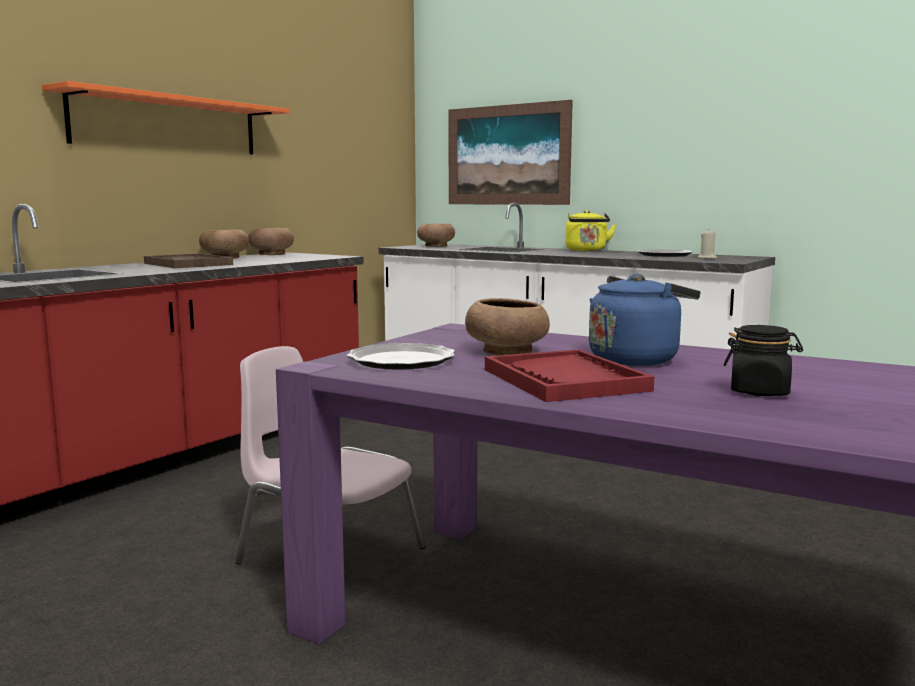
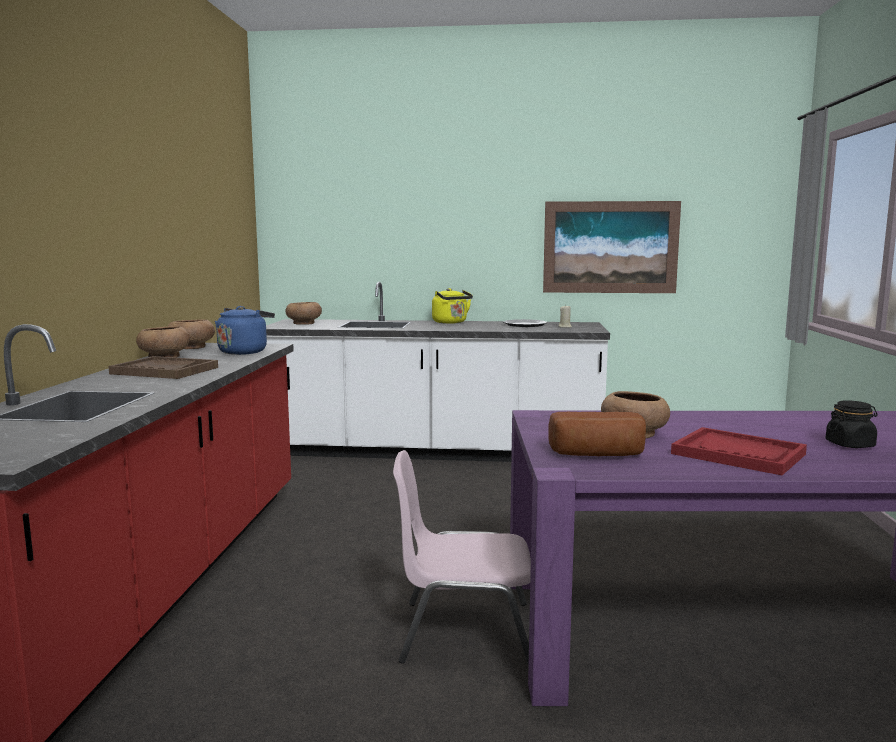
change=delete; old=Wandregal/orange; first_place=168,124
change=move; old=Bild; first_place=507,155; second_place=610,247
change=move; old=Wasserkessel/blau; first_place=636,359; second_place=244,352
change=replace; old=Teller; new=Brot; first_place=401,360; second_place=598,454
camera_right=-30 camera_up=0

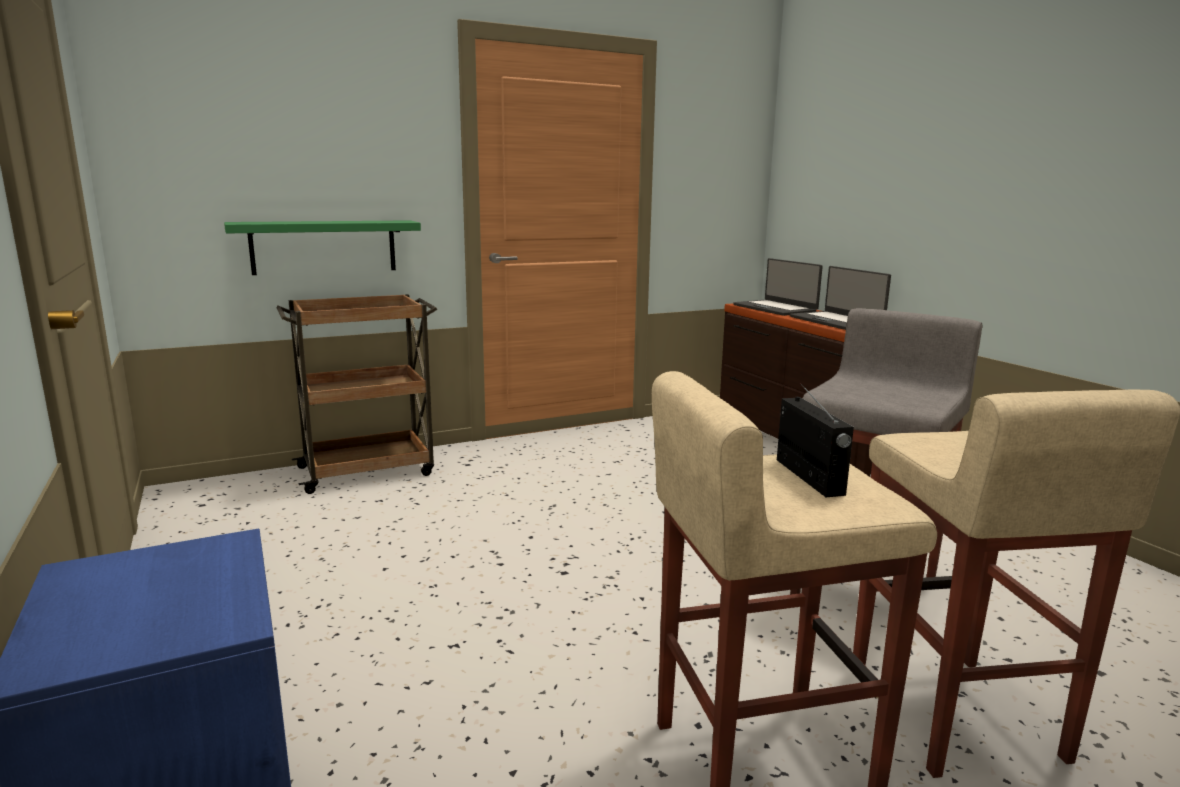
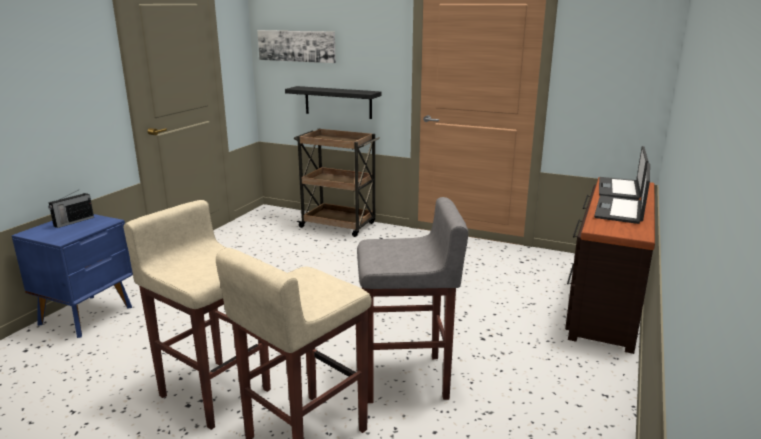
change=insert; new=Bild; second_place=296,46
change=move; old=Radio; first_place=809,477; second_place=73,222
change=recolor; old=Wandregal/grün; new=Wandregal/schwarz; first_place=324,247; second_place=338,102
camera_right=50 camera_up=5

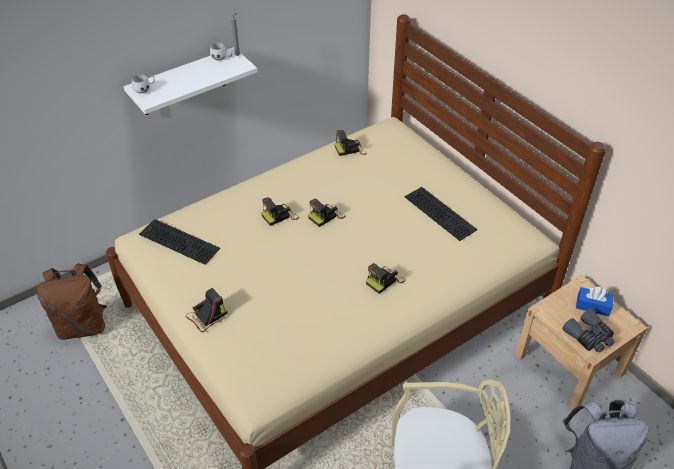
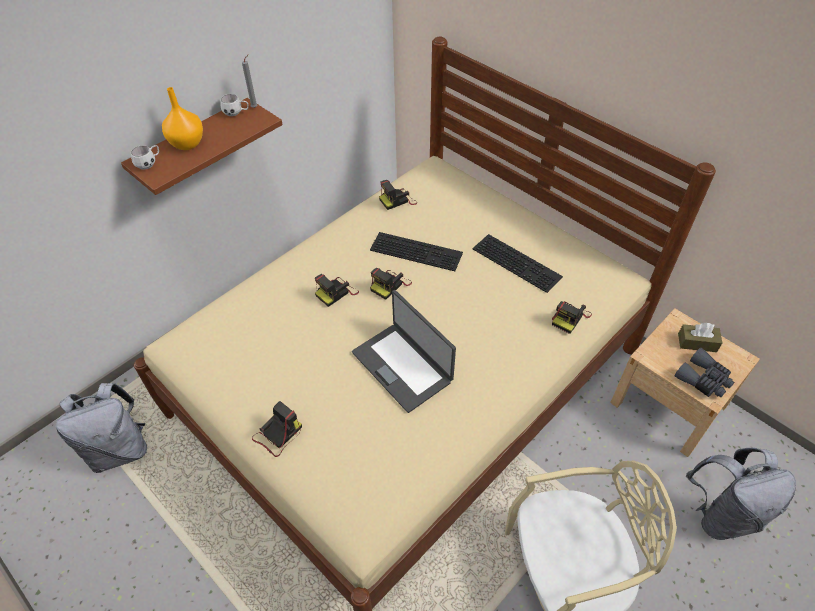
change=insert; new=Vase/orange; second_place=187,144
change=insert; new=Laptop; second_place=403,366
change=move; old=Tastatur; first_place=181,240; second_place=417,250
change=move; old=Kamera; first_place=384,280; second_place=570,317
change=recolor; old=Rucksack/braun; new=Rucksack/grau; first_place=82,325; second_place=120,449
change=recolor; old=Wandregal/weiß; new=Wandregal/braun; first_place=183,82; second_place=193,148
change=recolor; old=Taschentuchbox/blau; new=Taschentuchbox/braun; first_place=593,306; second_place=697,343
camera_right=-10 camera_up=5

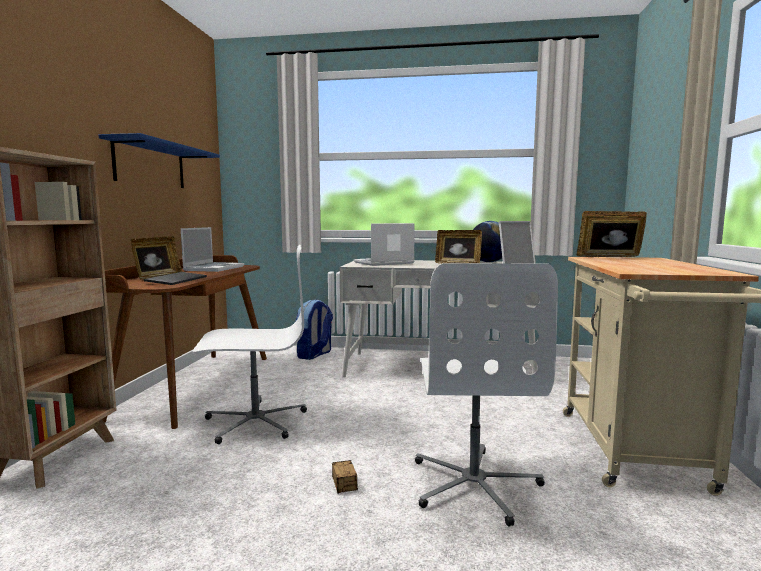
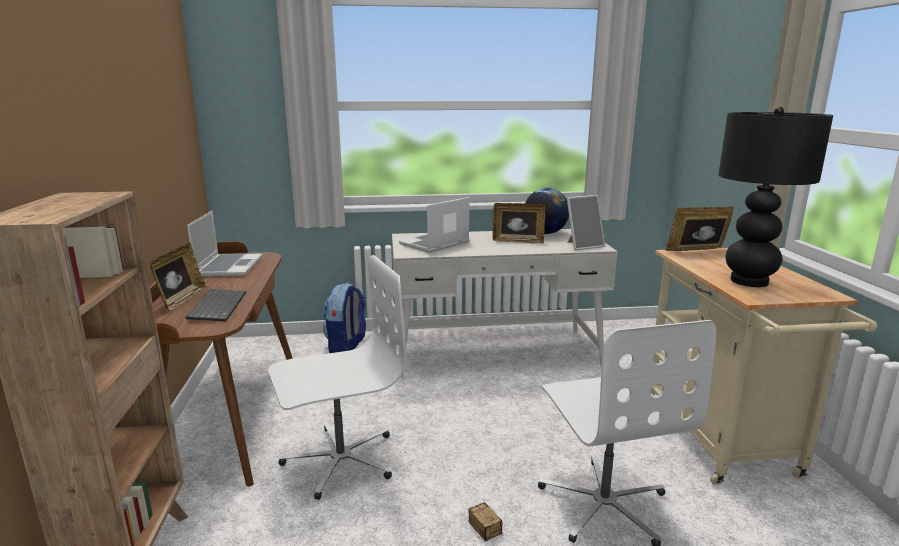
change=delete; old=Wandregal/blau; first_place=150,165
change=insert; new=Tischlampe/schwarz; second_place=748,281
camera_right=-15 camera_up=10

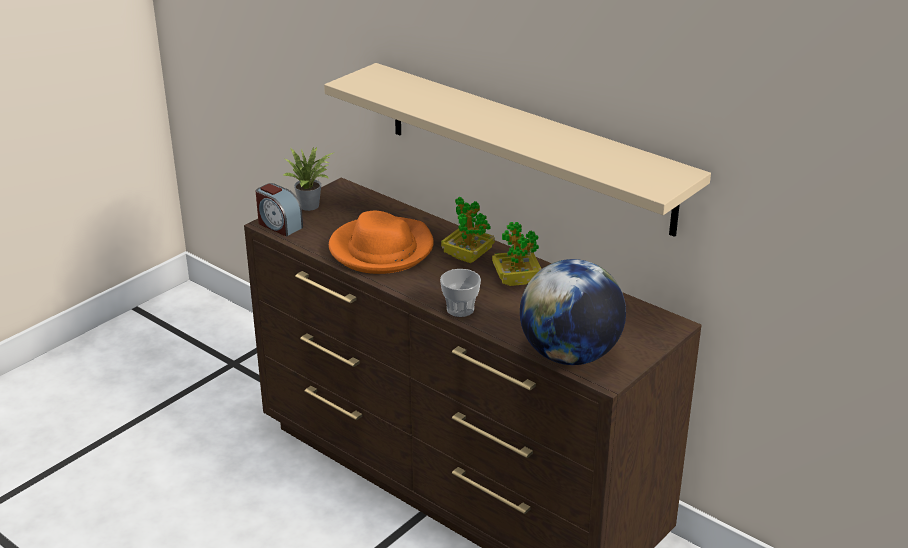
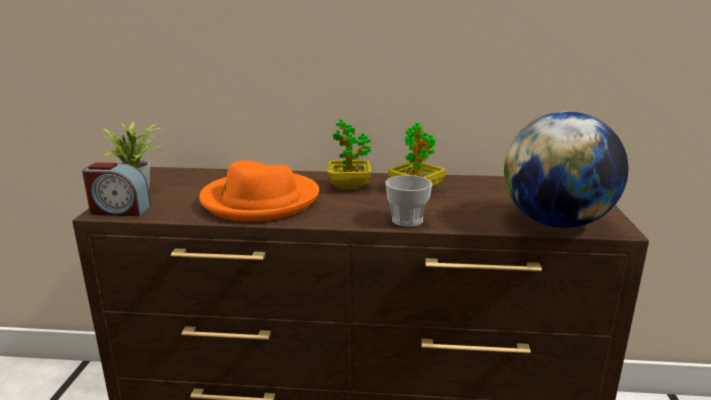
change=delete; old=Wandregal/beige; first_place=526,146
camera_right=-35 camera_up=-10

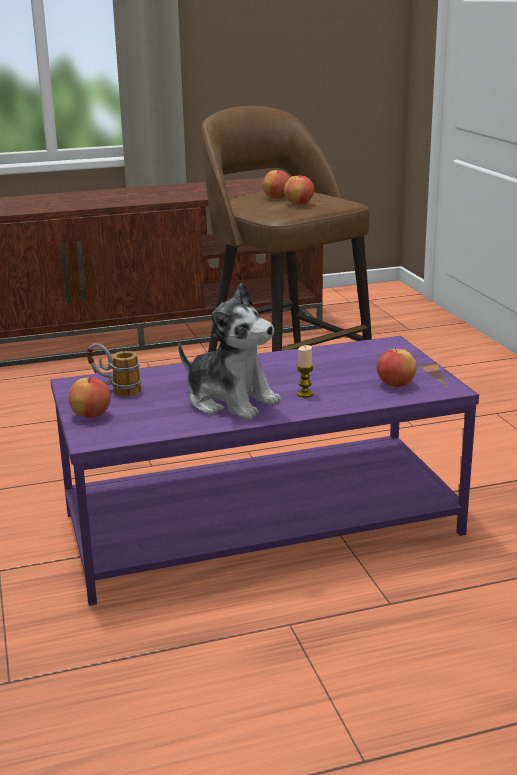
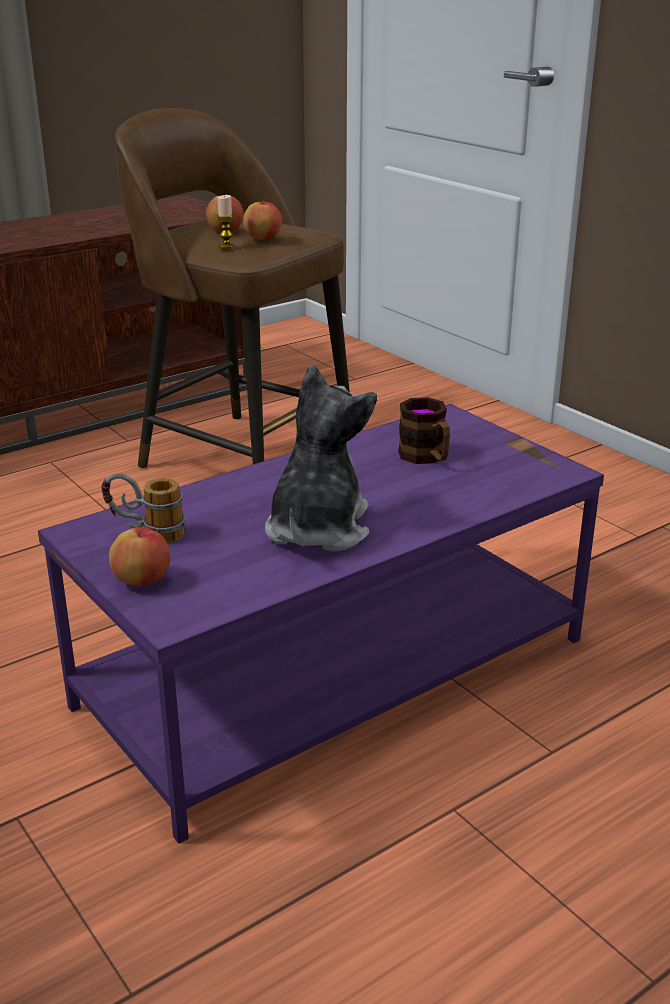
change=delete; old=Apfel; first_place=395,384
change=insert; new=Henkelbecher; second_place=426,458
change=move; old=Kerze; first_place=305,394; second_place=226,246
change=rotate; old=Plüschtier; first_place=230,401; second_place=317,529; degrees=-90
camera_right=-20 camera_up=5

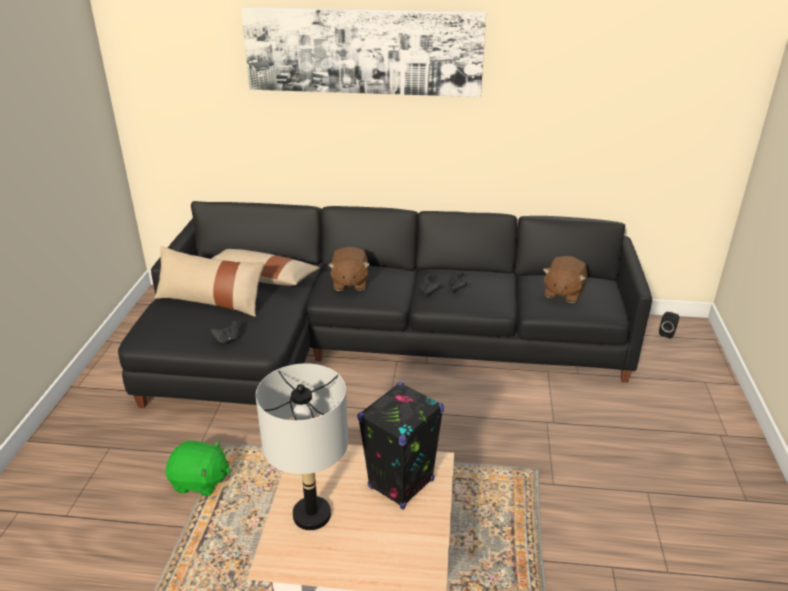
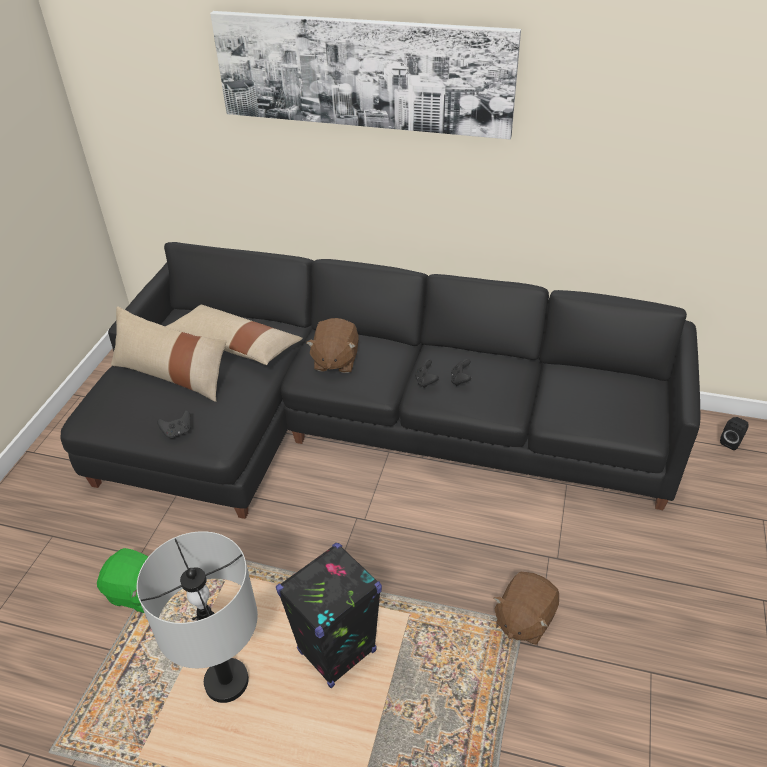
change=move; old=Plüschtier/braun; first_place=562,293; second_place=524,619
camera_right=10 camera_up=10

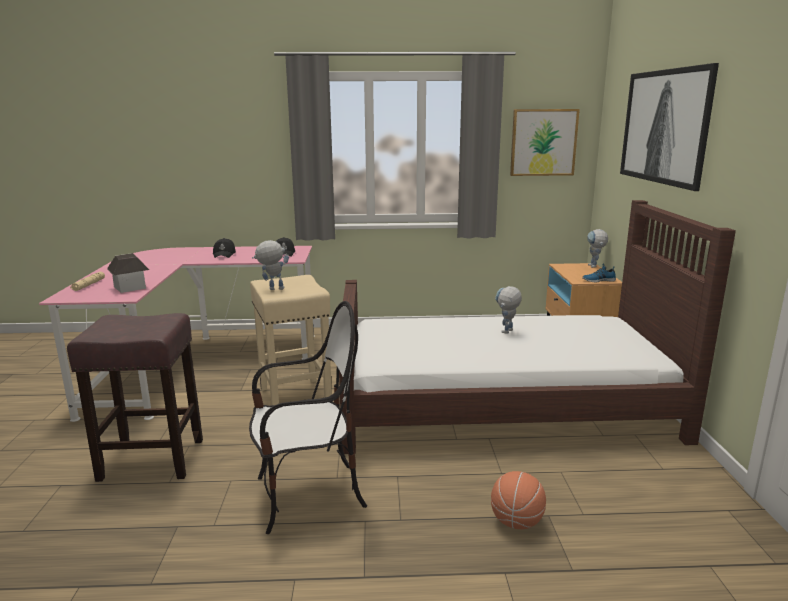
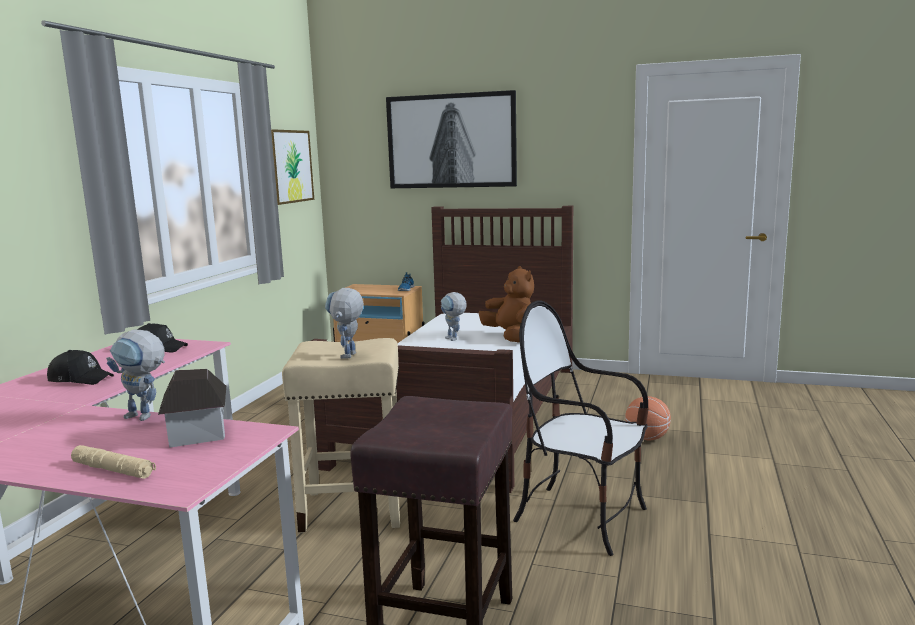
change=insert; new=Plüschtier/braun; second_place=511,337
change=move; old=Spielzeugroboter; first_place=594,267; second_place=146,417
change=rotate; old=Stuhl; first_place=308,495; second_place=581,517; degrees=-60
camera_right=-70 camera_up=-5

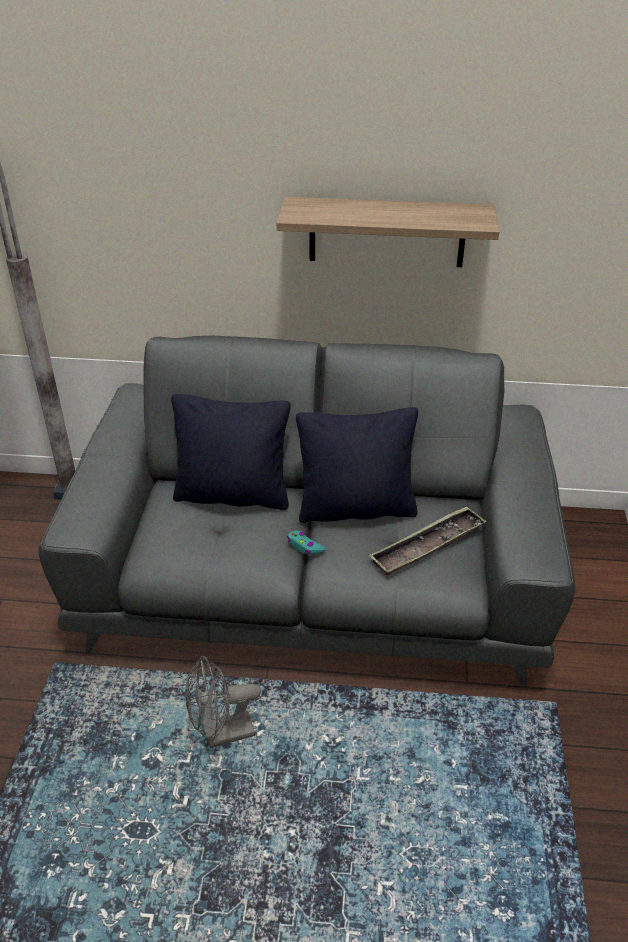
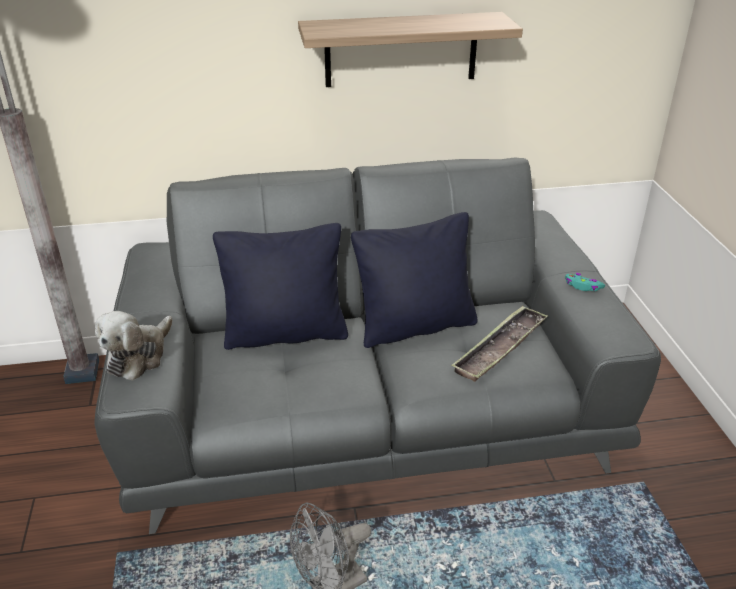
change=insert; new=Plüschtier; second_place=139,356
change=move; old=Gamepad/türkis; first_place=305,547; second_place=583,286
camera_right=-15 camera_up=-5

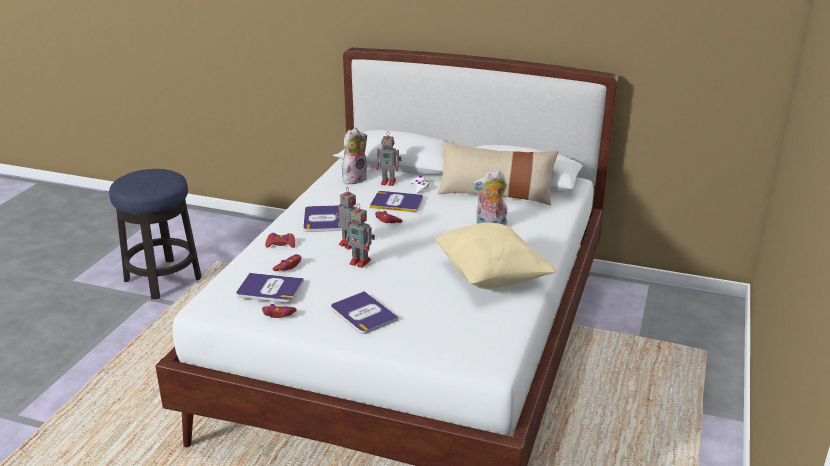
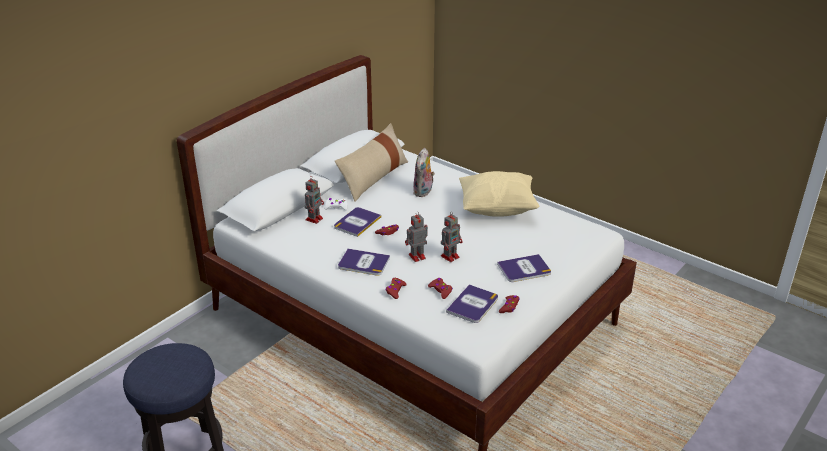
change=delete; old=Plüschtier; first_place=354,178
camera_right=-70 camera_up=5

